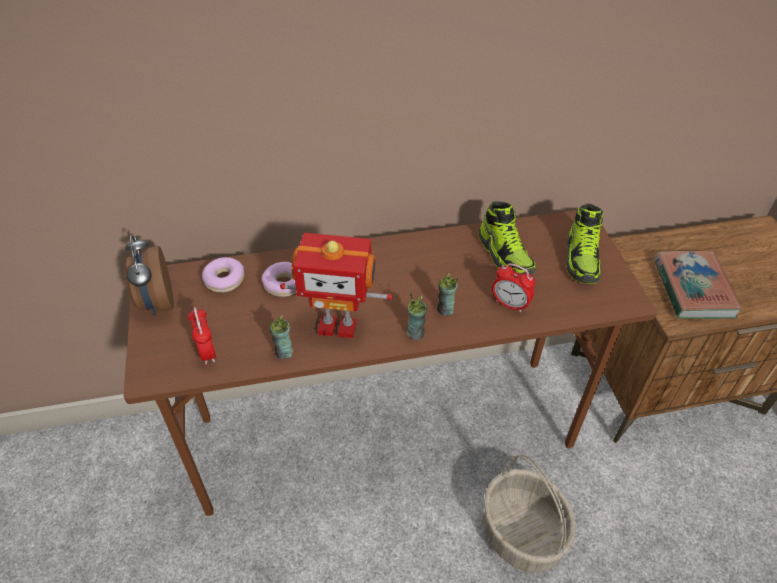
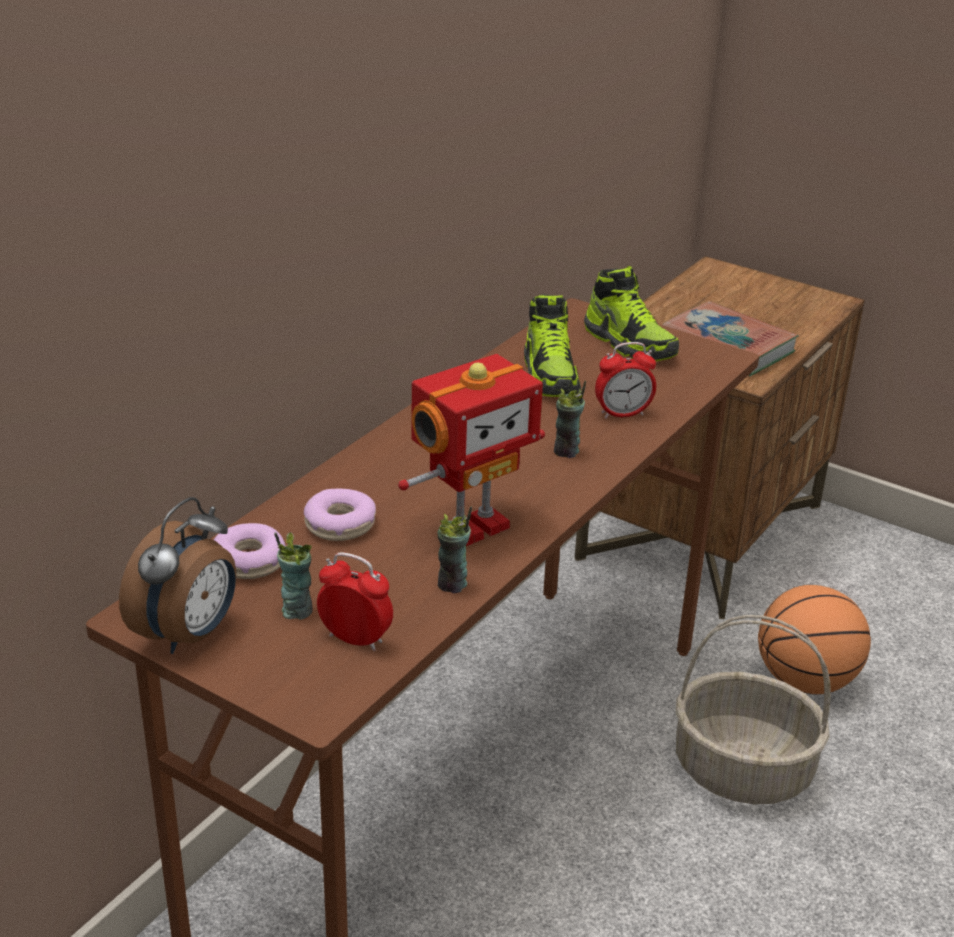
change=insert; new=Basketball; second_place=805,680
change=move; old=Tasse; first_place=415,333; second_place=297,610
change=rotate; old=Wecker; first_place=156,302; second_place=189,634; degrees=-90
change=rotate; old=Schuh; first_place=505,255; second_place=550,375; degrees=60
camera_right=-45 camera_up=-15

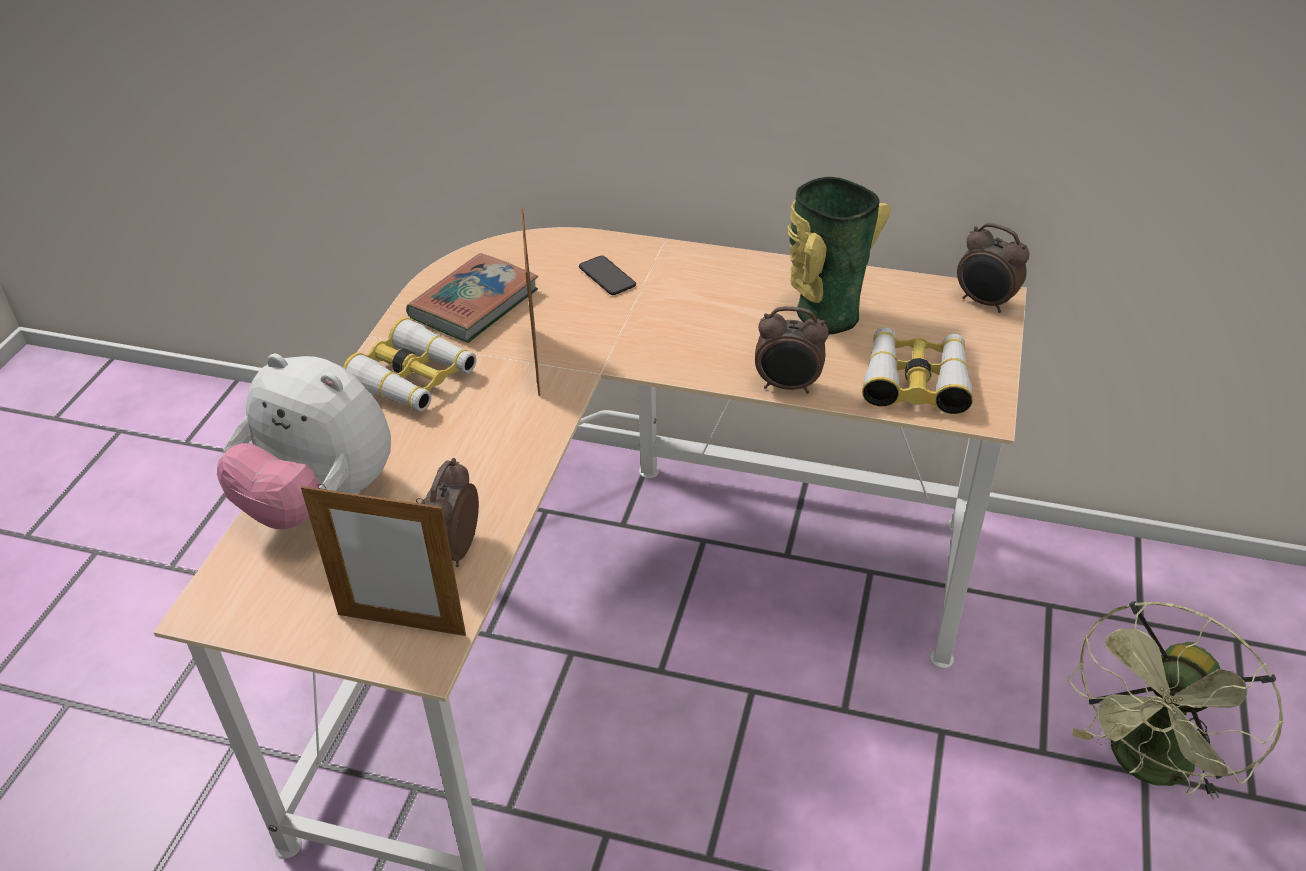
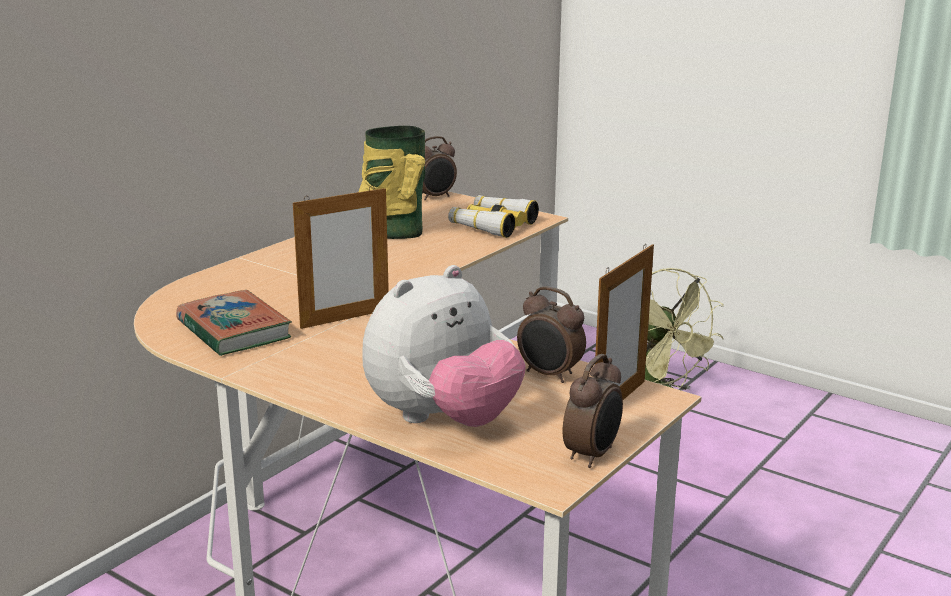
change=delete; old=Fernglas; first_place=414,379
change=delete; old=Handy; first_place=607,276
change=move; old=Wecker; first_place=788,386; second_place=593,455
change=rotate; old=Bilderrahmen; first_place=536,361; second_place=345,318; degrees=-45
camera_right=-70 camera_up=-20

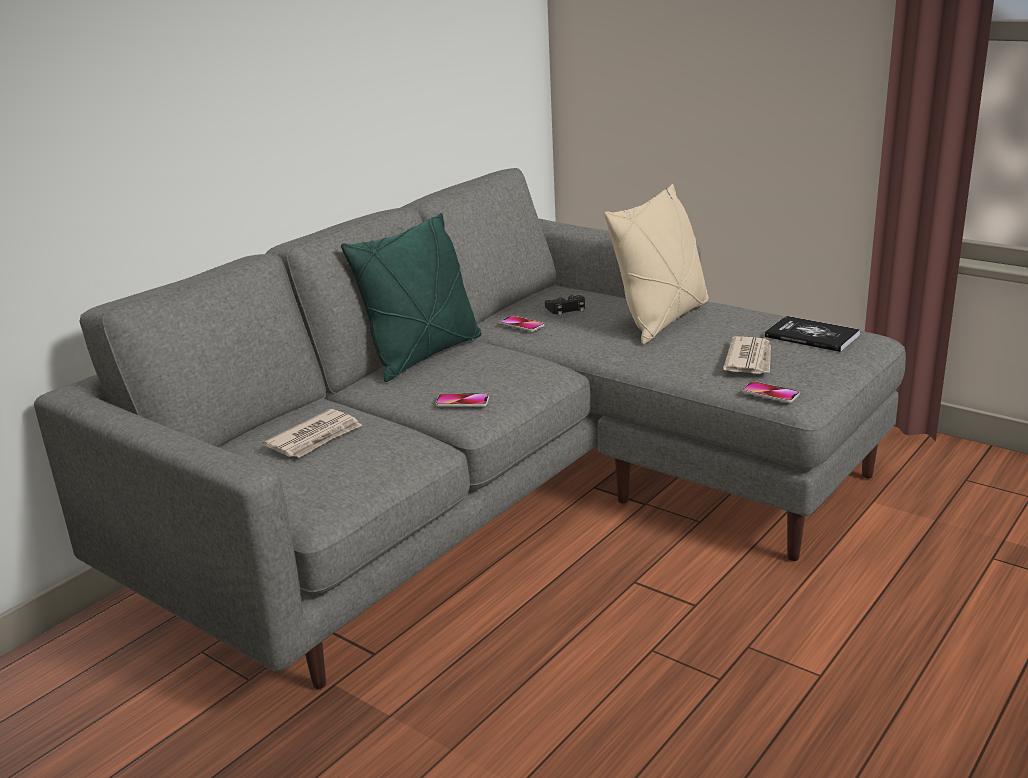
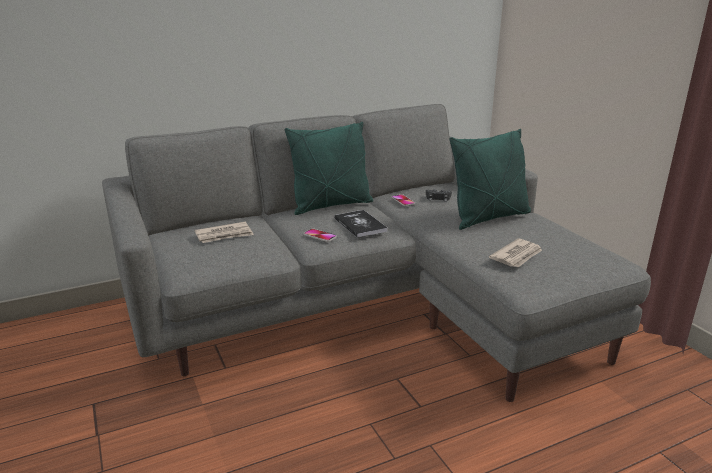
change=delete; old=Handy; first_place=770,393
change=move; old=Buch; first_place=812,336; second_place=360,225
change=recolor; old=Kissen/beige; new=Kissen/grün; first_place=662,320; second_place=489,218
camera_right=25 camera_up=0

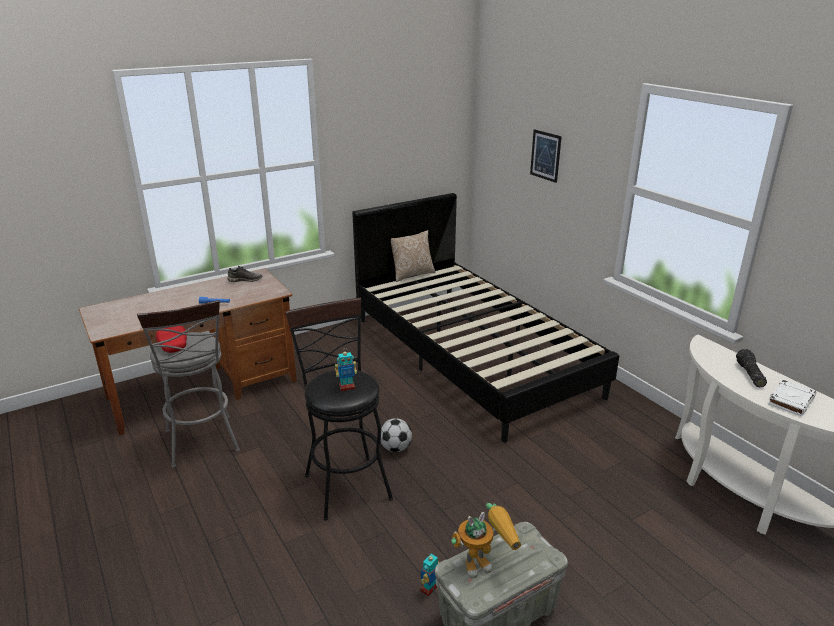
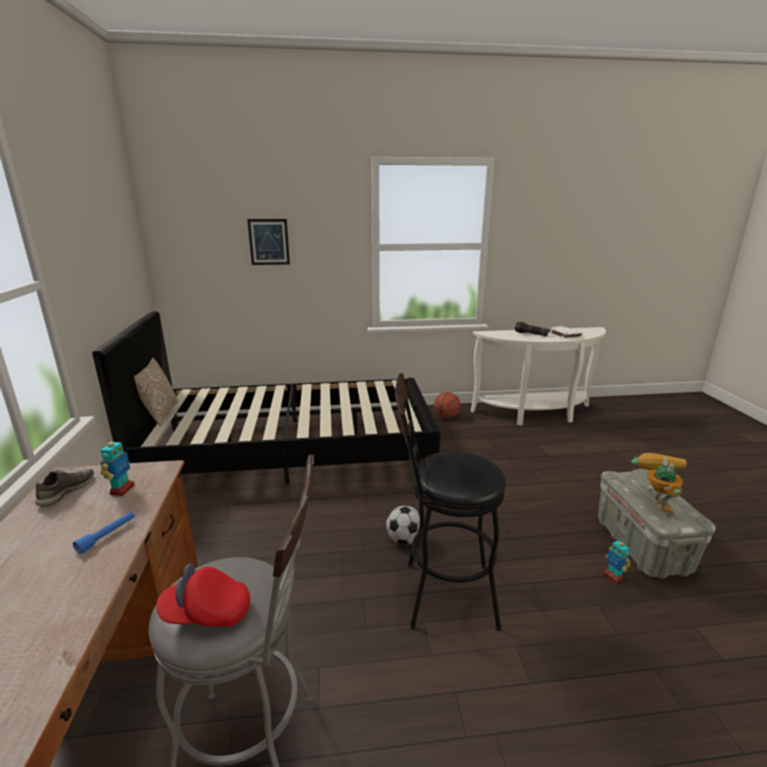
change=insert; new=Basketball; second_place=446,416
change=move; old=Spielzeugroboter; first_place=347,387; second_place=122,489
camera_right=-65 camera_up=-5

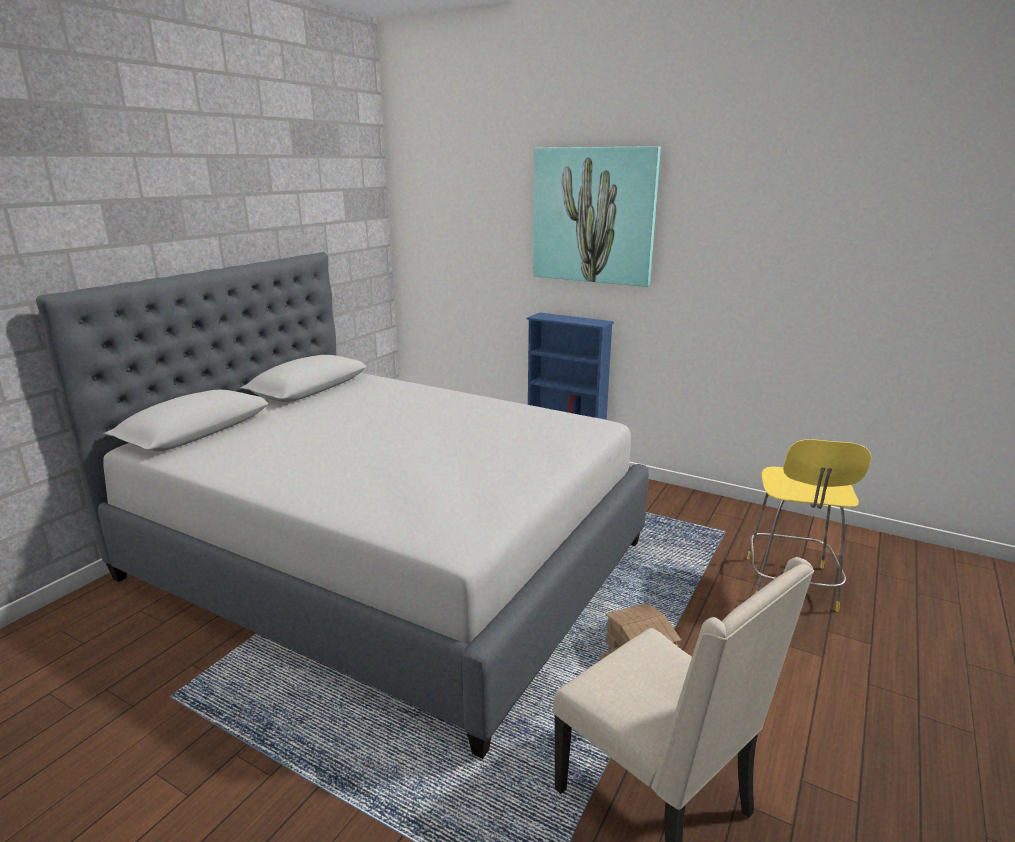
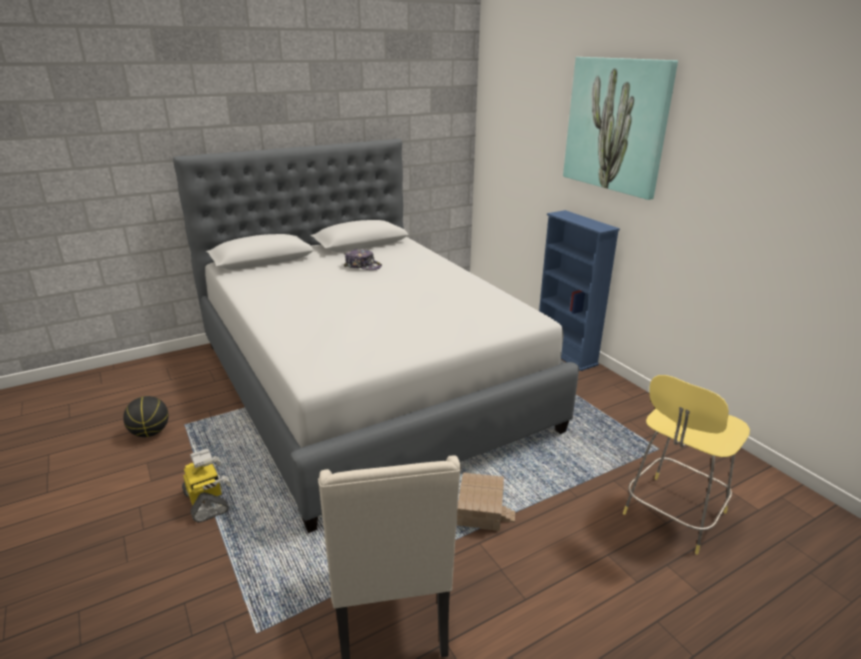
change=insert; new=Basketball; second_place=150,433
change=insert; new=Spielzeugroboter; second_place=207,502
change=insert; new=Kappe; second_place=363,266
camera_right=30 camera_up=5

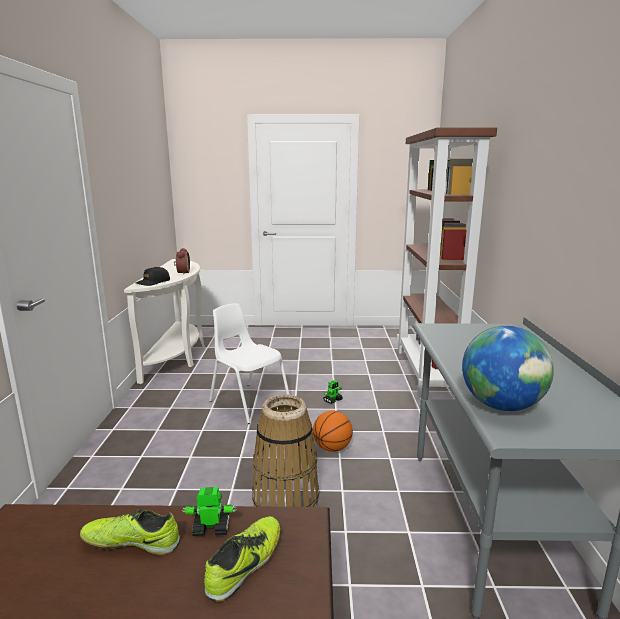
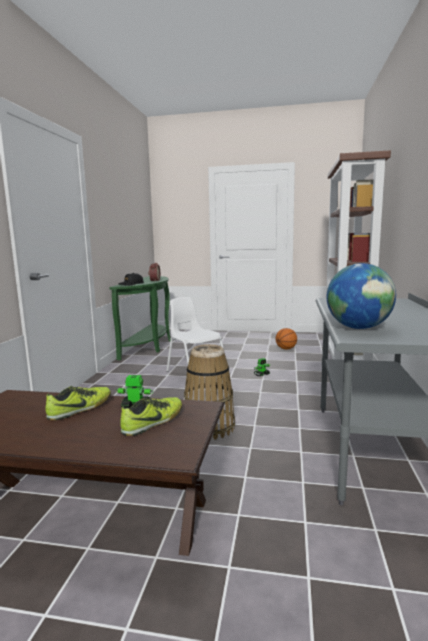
change=move; old=Basketball; first_place=332,448; second_place=286,349
change=recolor; old=Konsolentisch/weiß; new=Konsolentisch/grün; first_place=178,356; second_place=149,346
change=rotate; old=Schuh; first_place=132,542; second_place=81,409; degrees=120
camera_right=10 camera_up=-5

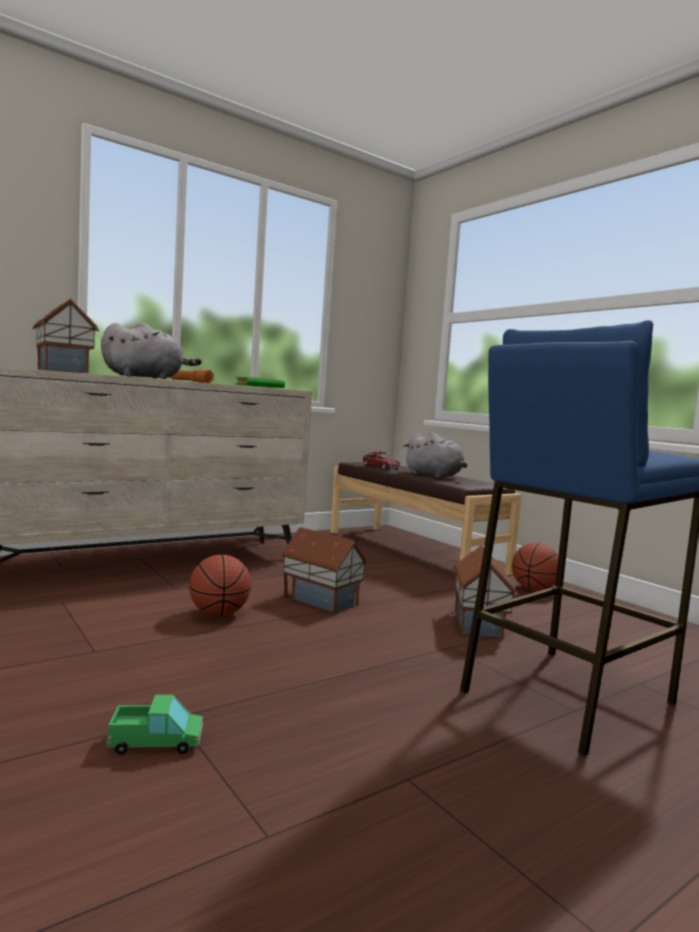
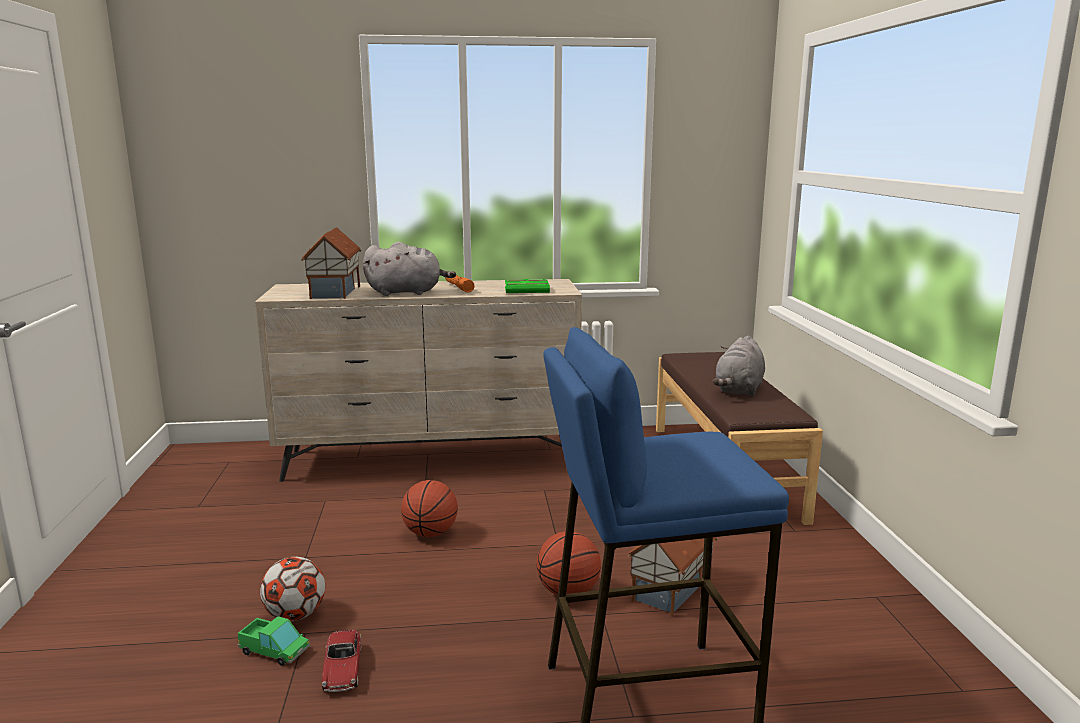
change=delete; old=Spielzeughaus; first_place=322,599
change=insert; new=Fußball; second_place=295,615
change=move; old=Spielzeugauto; first_place=380,467; second_place=342,669
change=move; old=Basketball; first_place=533,589; second_place=568,592
change=rotate; old=Plüschtier/grau; first_place=435,476; second_place=739,390; degrees=45
camera_right=30 camera_up=10

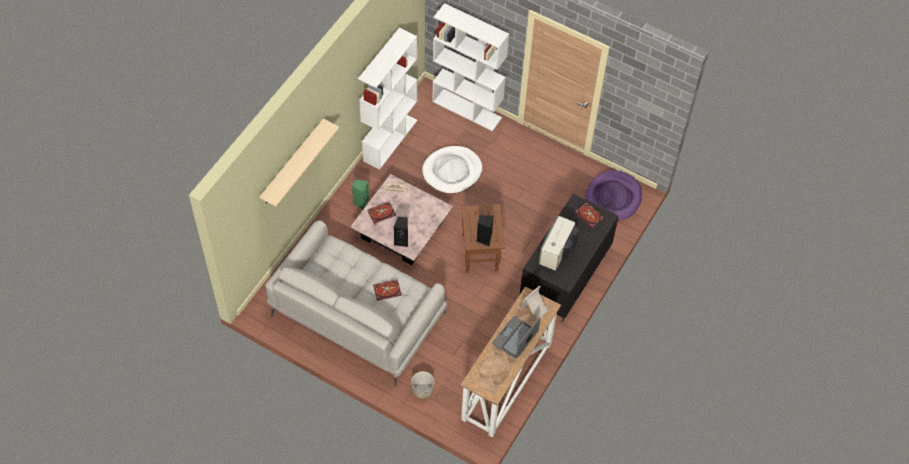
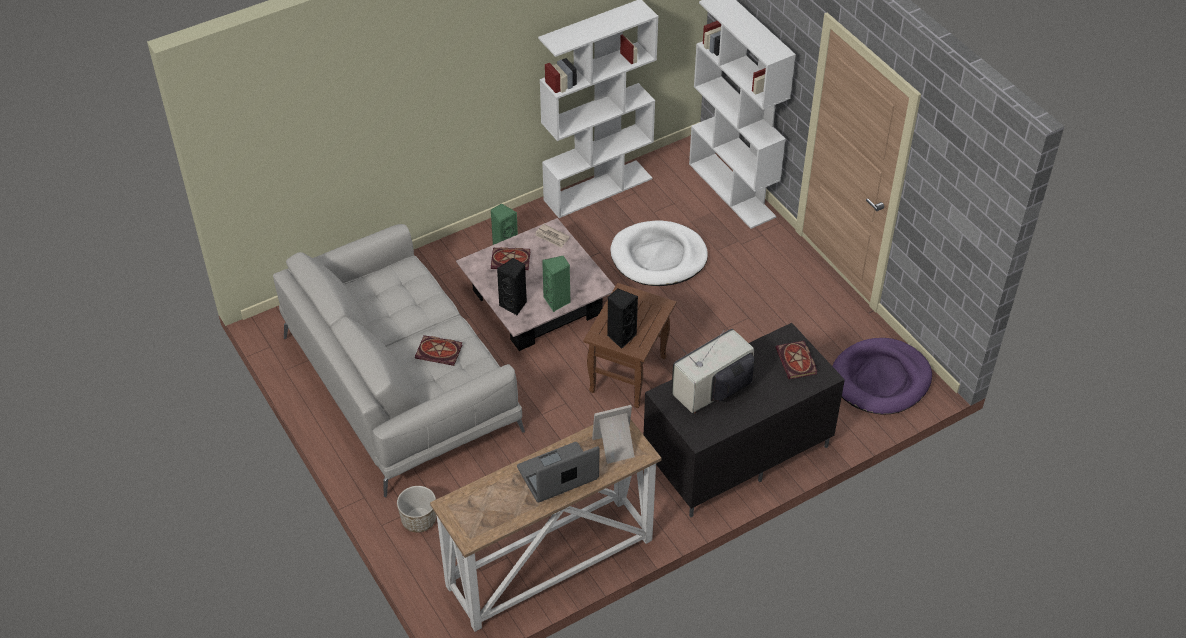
change=delete; old=Wandregal/beige; first_place=292,163
change=insert; new=Lautsprecher/grün; second_place=557,301
camera_right=30 camera_up=-10

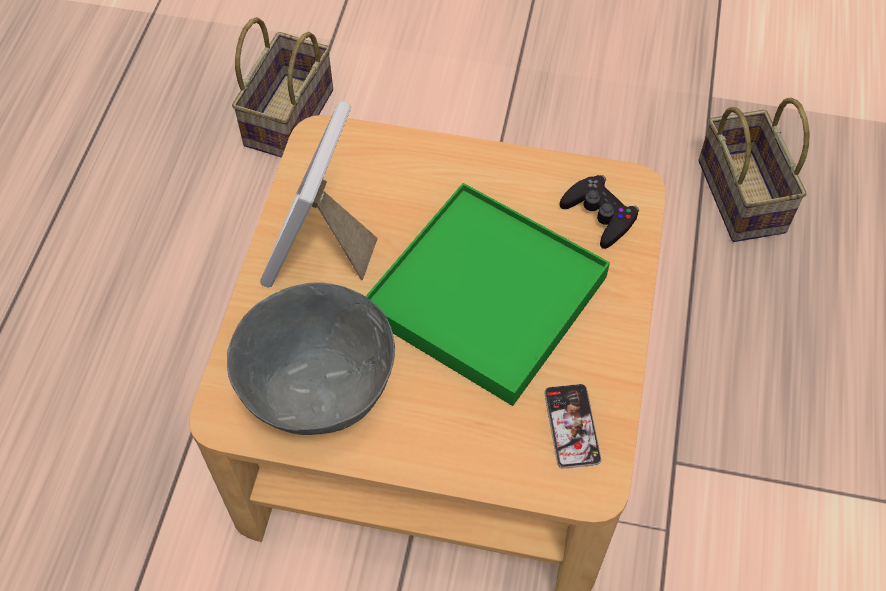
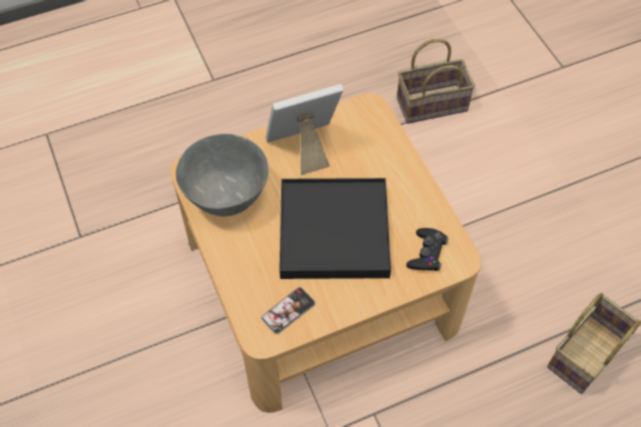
change=recolor; old=Tablett/grün; new=Tablett/schwarz; first_place=485,296; second_place=333,231
camera_right=55 camera_up=0

